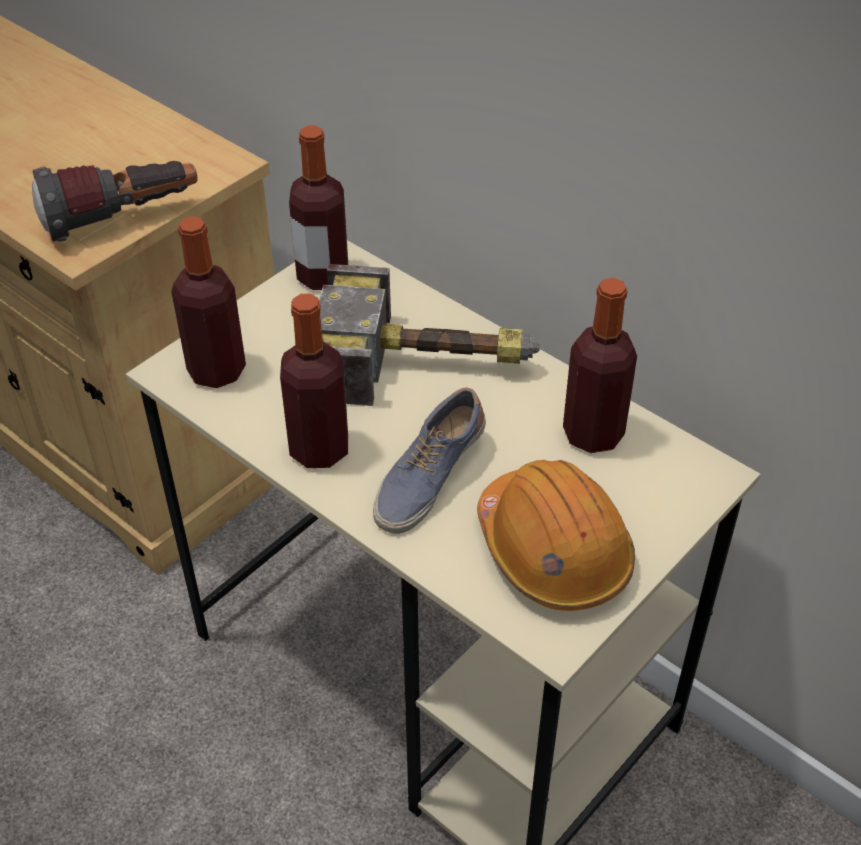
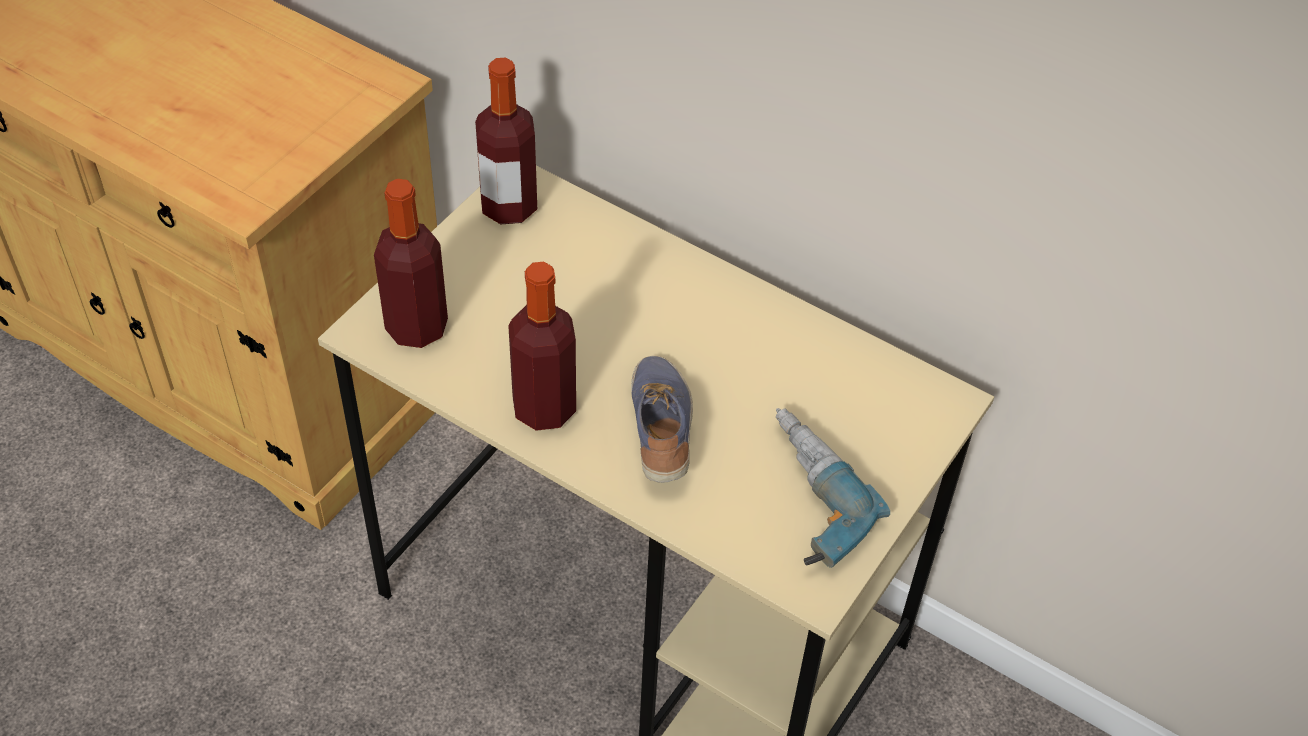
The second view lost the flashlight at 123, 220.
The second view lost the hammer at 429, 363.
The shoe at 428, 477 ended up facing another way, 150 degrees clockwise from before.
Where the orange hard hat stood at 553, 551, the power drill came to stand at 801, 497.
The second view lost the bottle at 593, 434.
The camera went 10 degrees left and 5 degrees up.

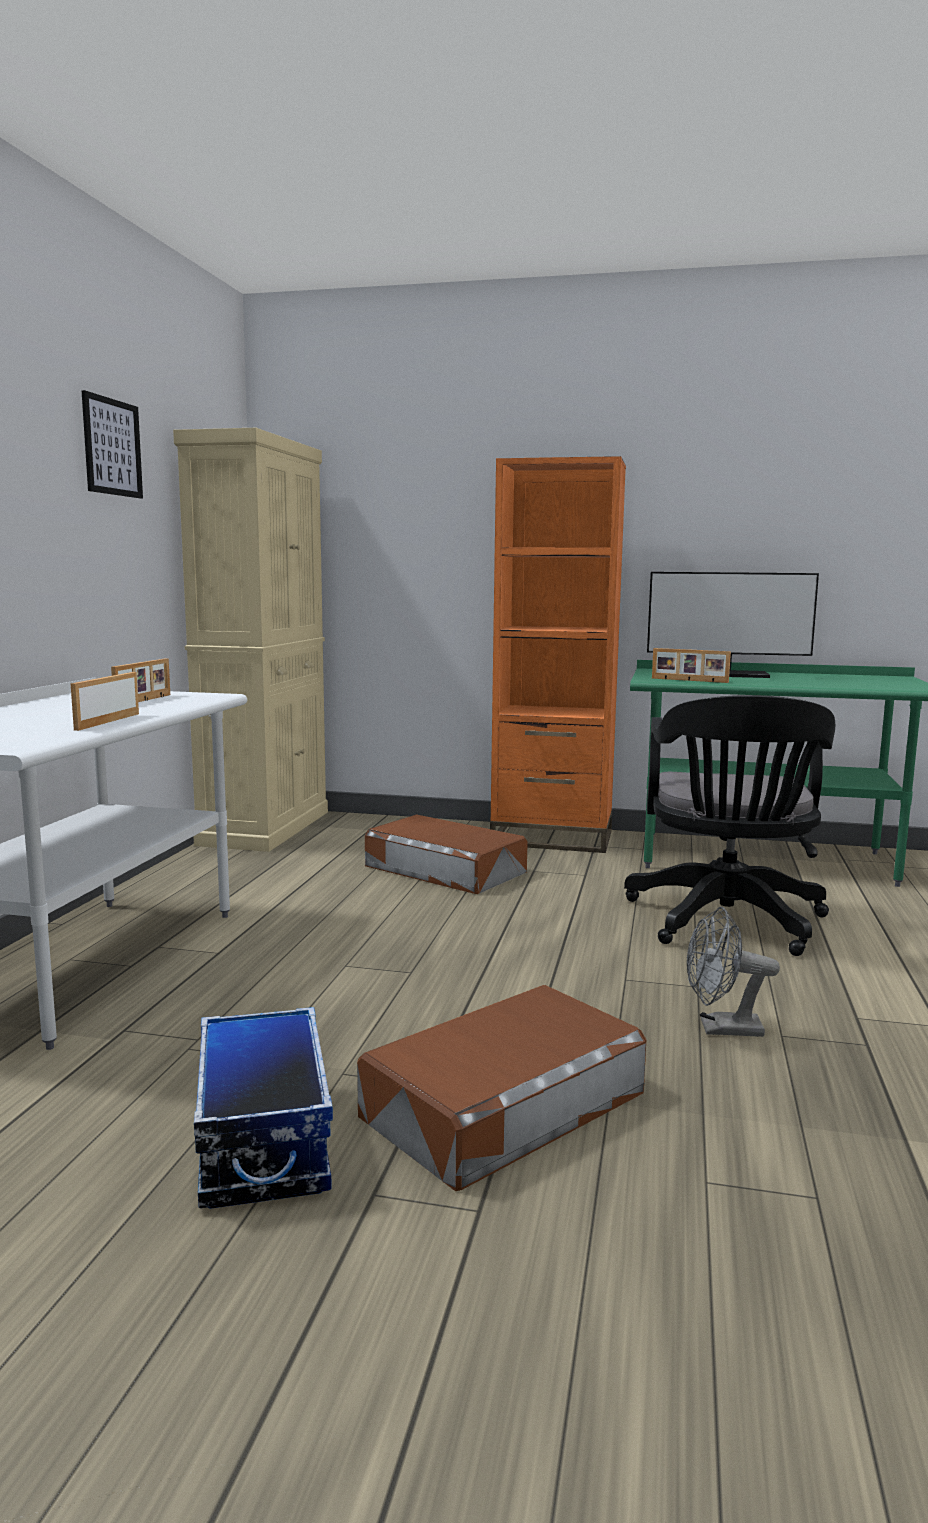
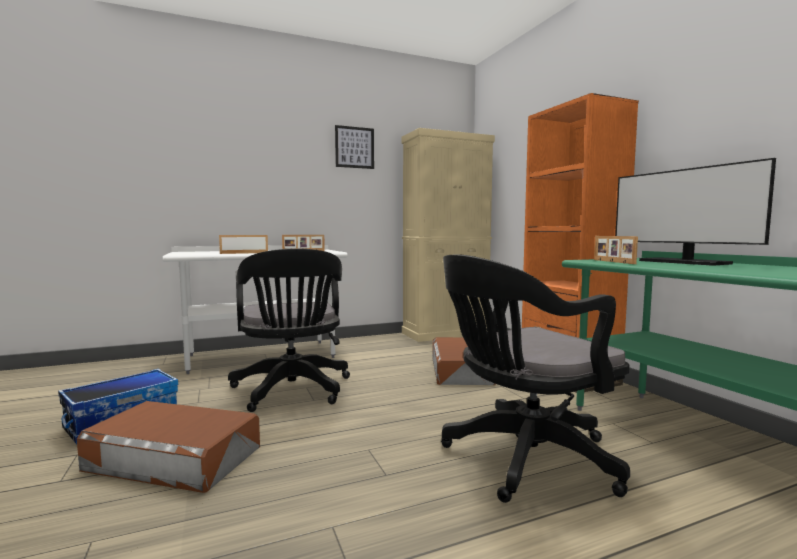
The second view lost the grey fan at 721, 1029.
The second view gained the black office chair at 292, 391.
The camera went 55 degrees right and 5 degrees down.

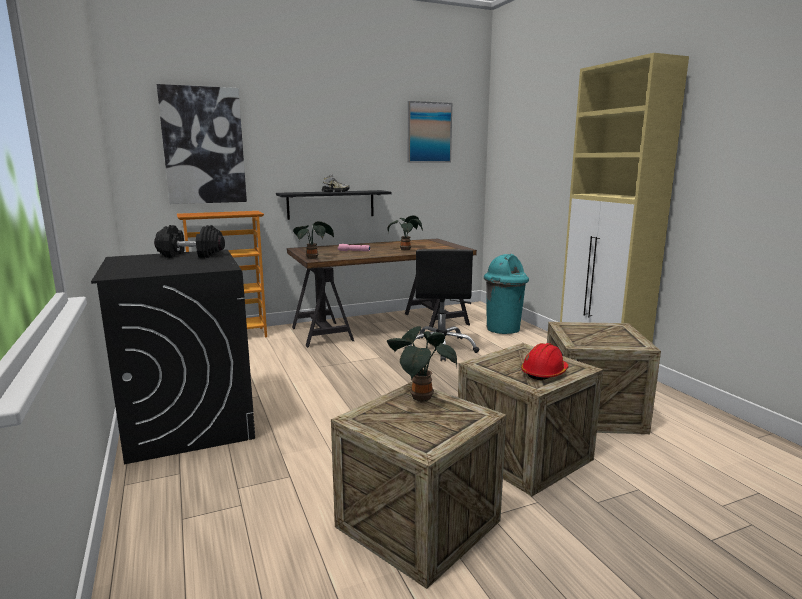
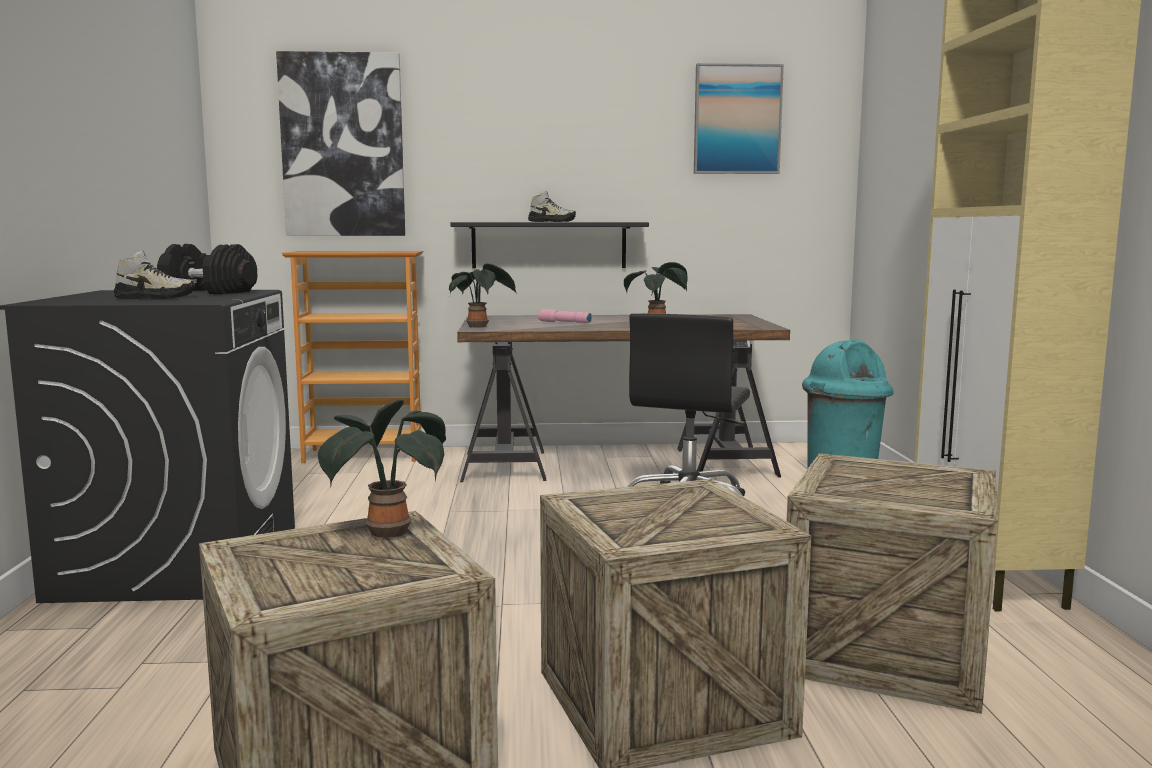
The second view lost the red hard hat at 544, 373.
The second view gained the shoe at 155, 298.
The camera went 20 degrees right and 5 degrees down.

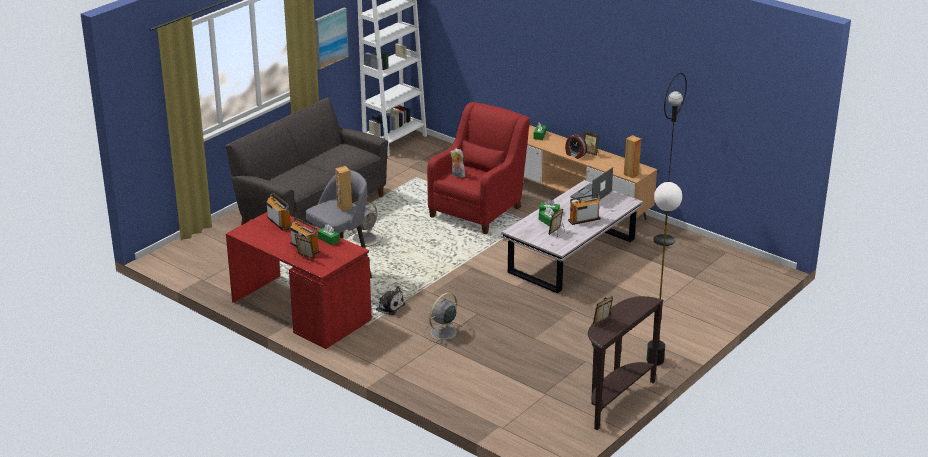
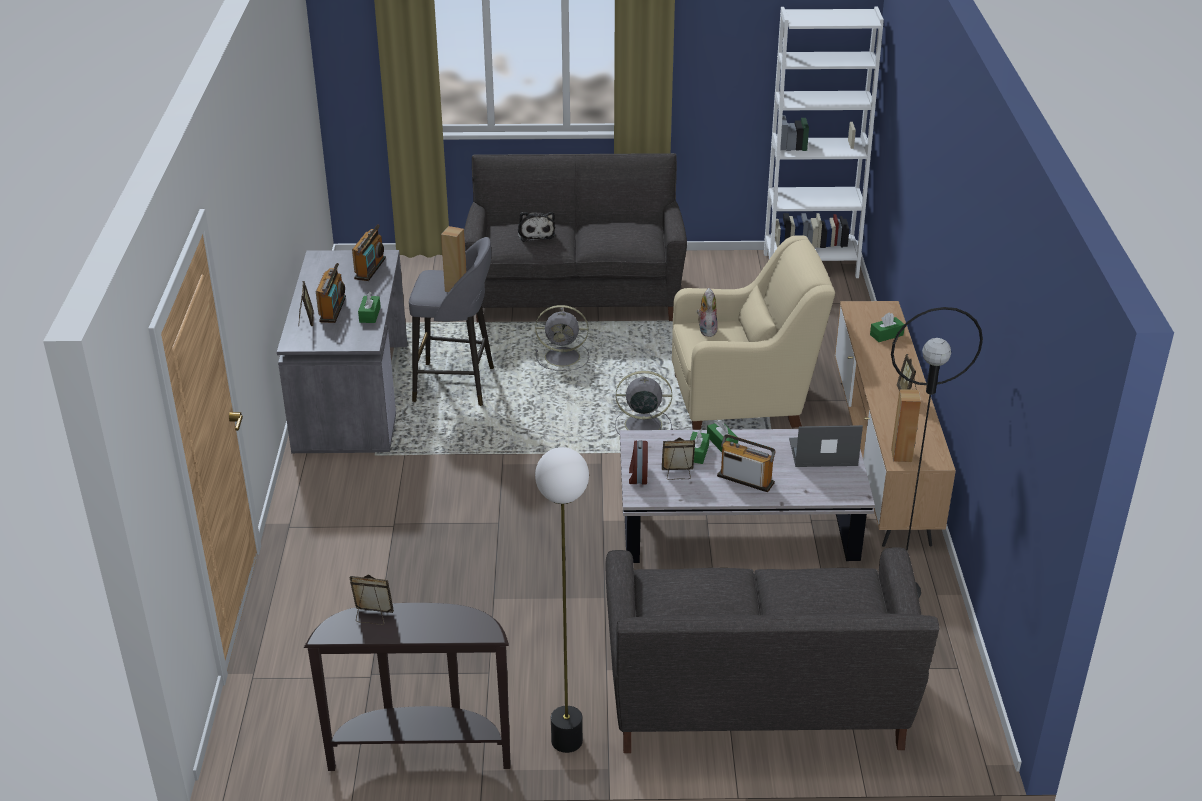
What was the red desk at 299, 311 turned into the grey desk at 351, 396.
The second view lost the picture at 330, 38.
The plush toy ended up elsewhere, having gone from 388, 306 to 535, 233.
The grey fan ended up elsewhere, having gone from 442, 333 to 641, 425.
What was the red armchair at 478, 209 turned into the beige armchair at 744, 399.
The alarm clock ended up elsewhere, having gone from 575, 155 to 638, 476.
The second view gained the grey sofa at 757, 701.
The camera went 50 degrees right and 5 degrees up.

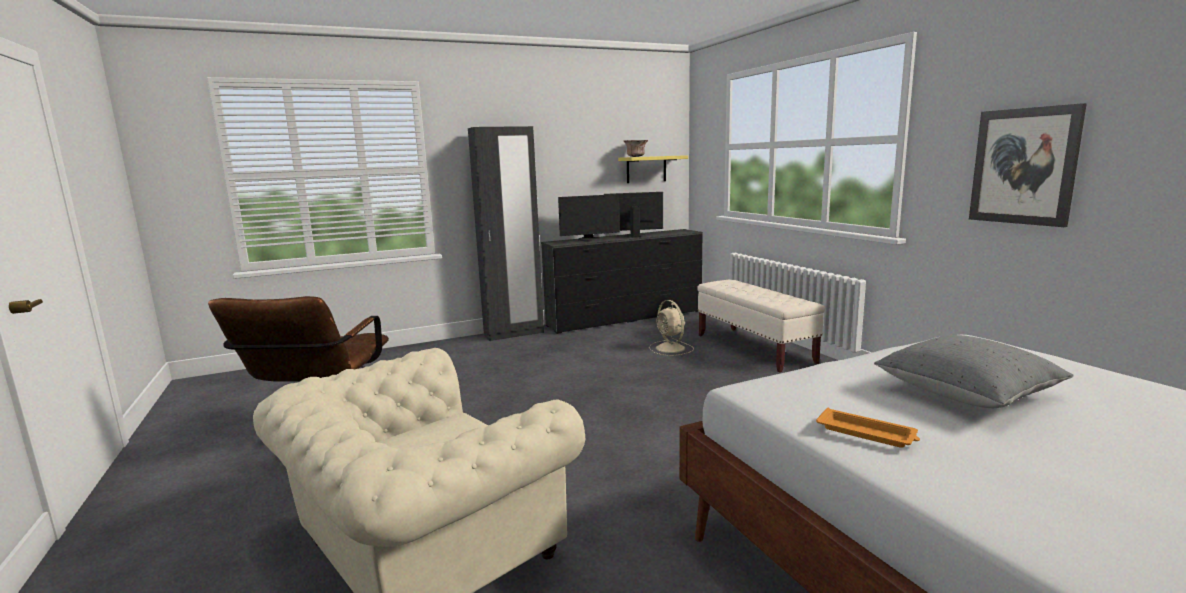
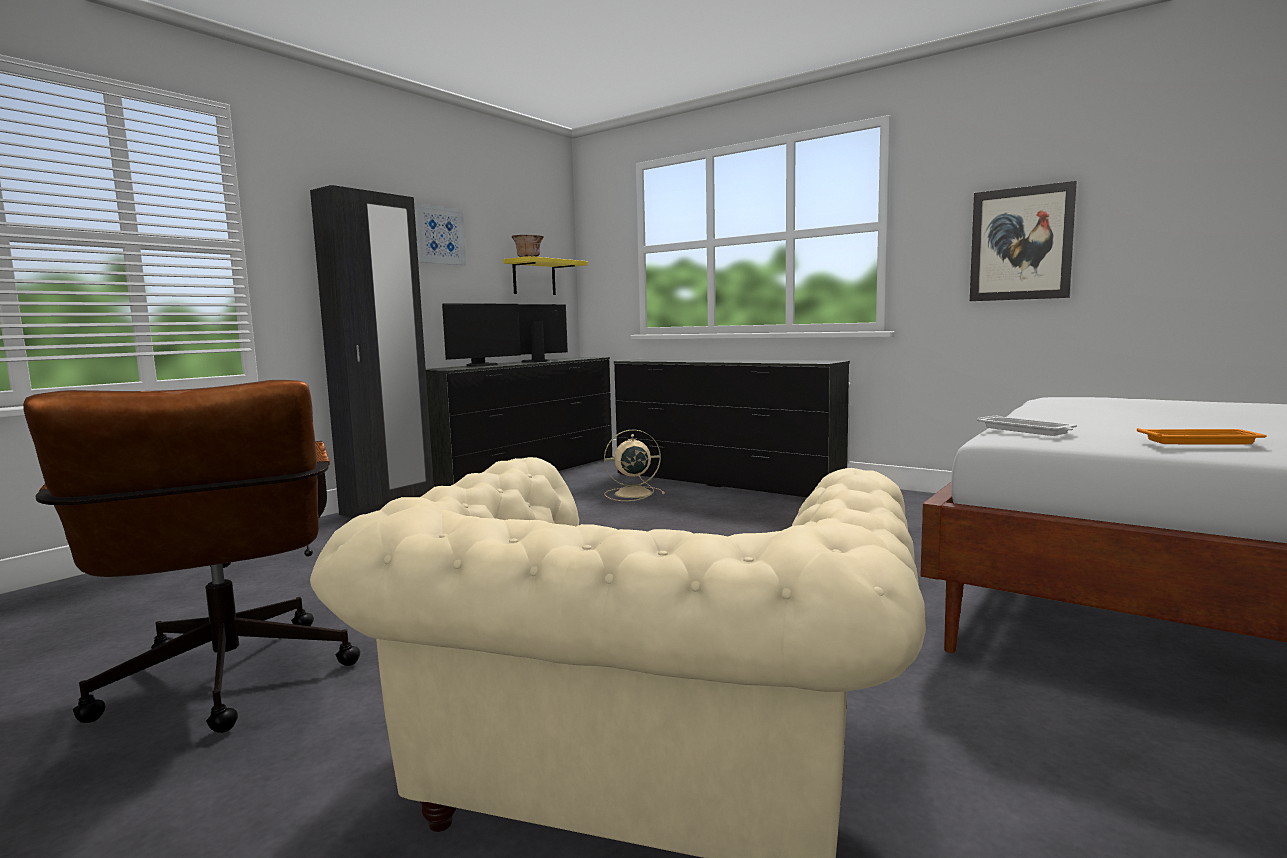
The beige fan at 671, 348 ended up facing another way, 135 degrees clockwise from before.
Where the beige bench stood at 754, 349, the black dresser came to stand at 724, 482.
The second view lost the grey pillow at 966, 395.
The second view gained the picture at 439, 235.
The second view gained the white tray at 1026, 430.
The camera went 30 degrees left and 5 degrees down.

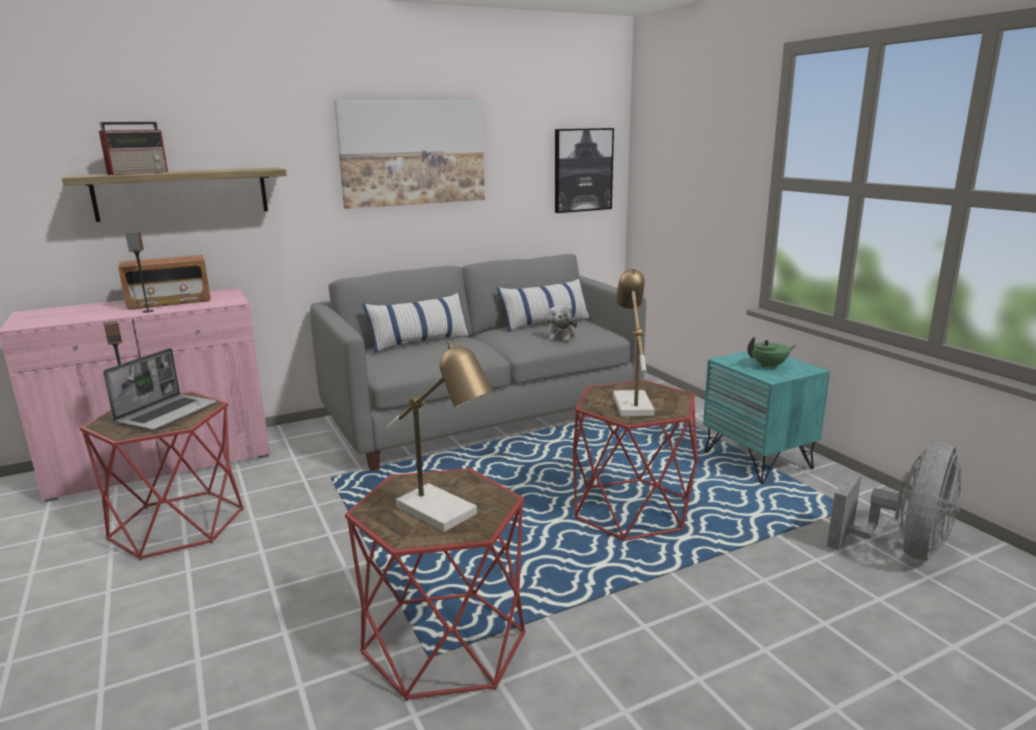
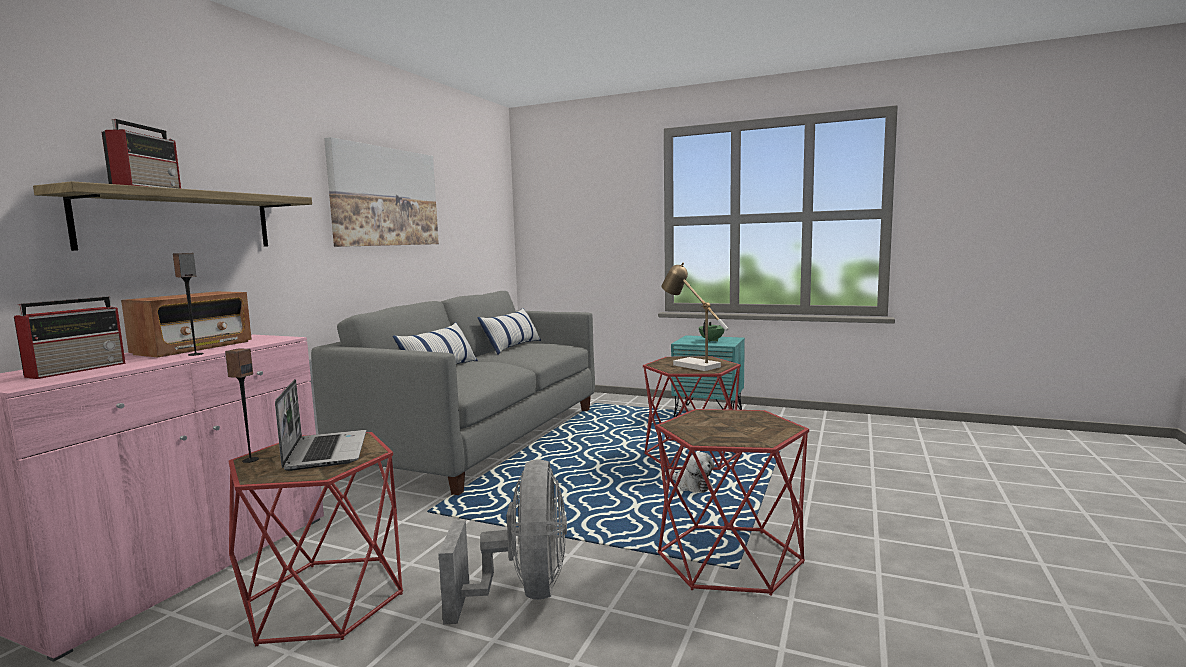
The second view lost the table lamp at 445, 513.
The plush toy ended up elsewhere, having gone from 559, 335 to 691, 486.
The second view lost the picture at 582, 170.
The grey fan ended up elsewhere, having gone from 902, 548 to 523, 592.
The second view gained the radio at 78, 369.
The camera went 40 degrees left and 10 degrees down.

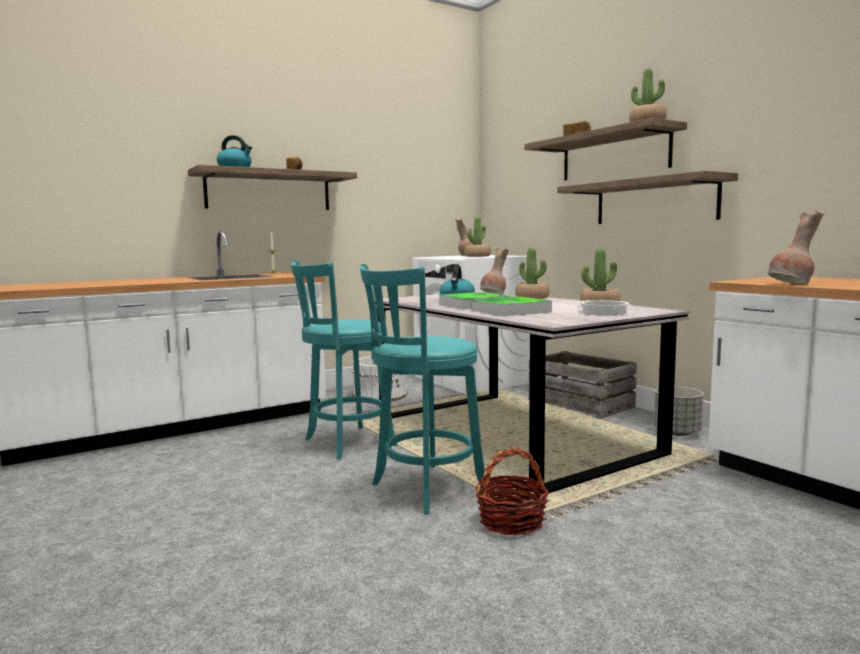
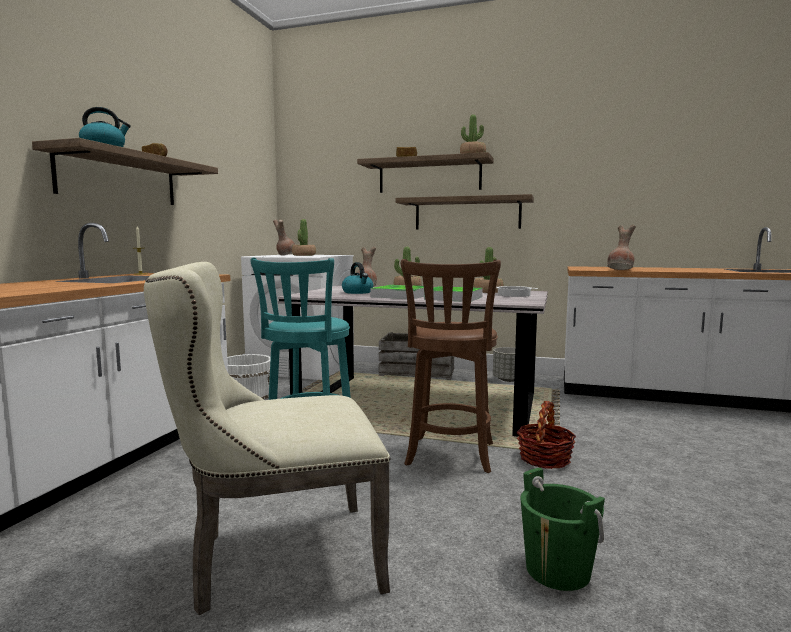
What was the turquoise stool at 424, 489 turned into the brown stool at 450, 456.
The second view gained the beige chair at 275, 560.
The second view gained the green bucket at 557, 570.
The camera went 40 degrees left and 0 degrees up.

